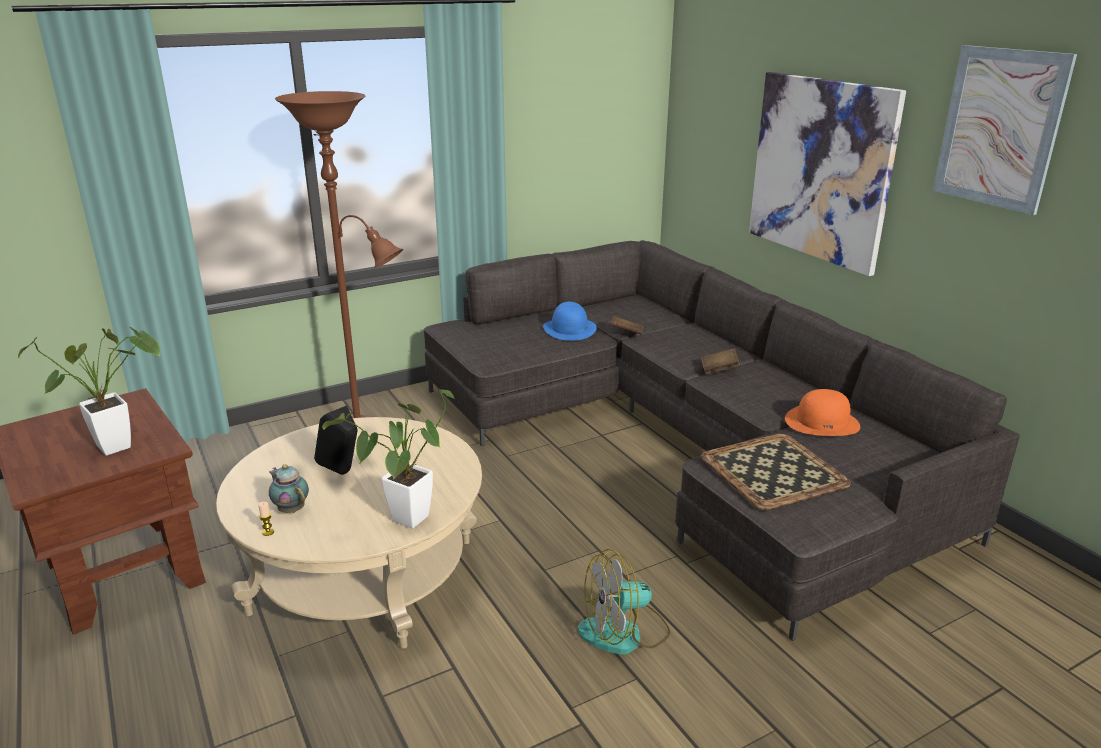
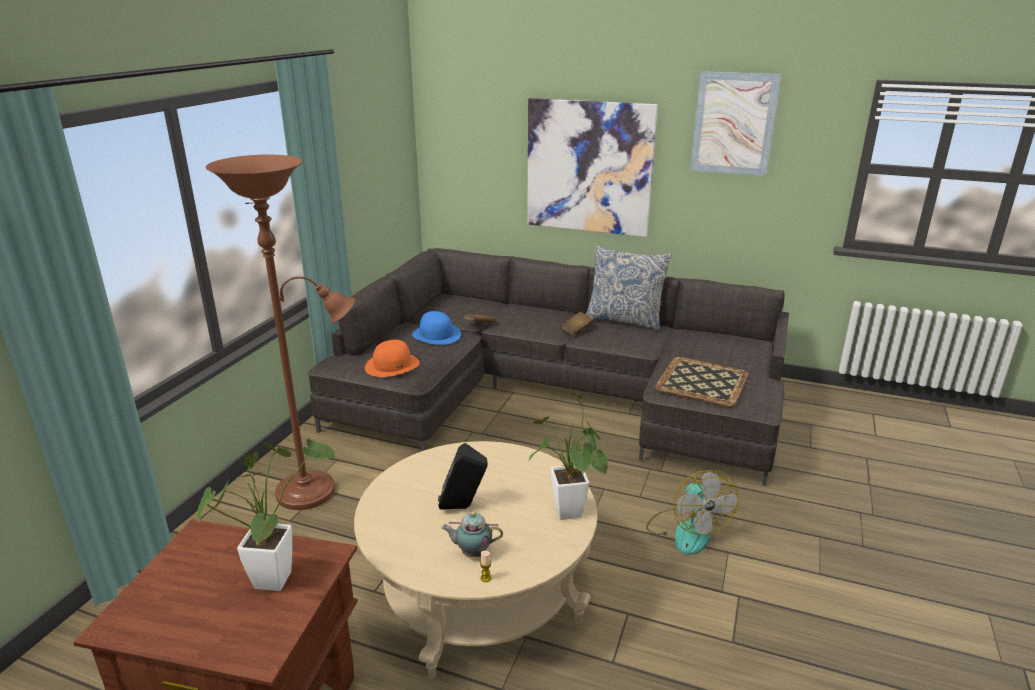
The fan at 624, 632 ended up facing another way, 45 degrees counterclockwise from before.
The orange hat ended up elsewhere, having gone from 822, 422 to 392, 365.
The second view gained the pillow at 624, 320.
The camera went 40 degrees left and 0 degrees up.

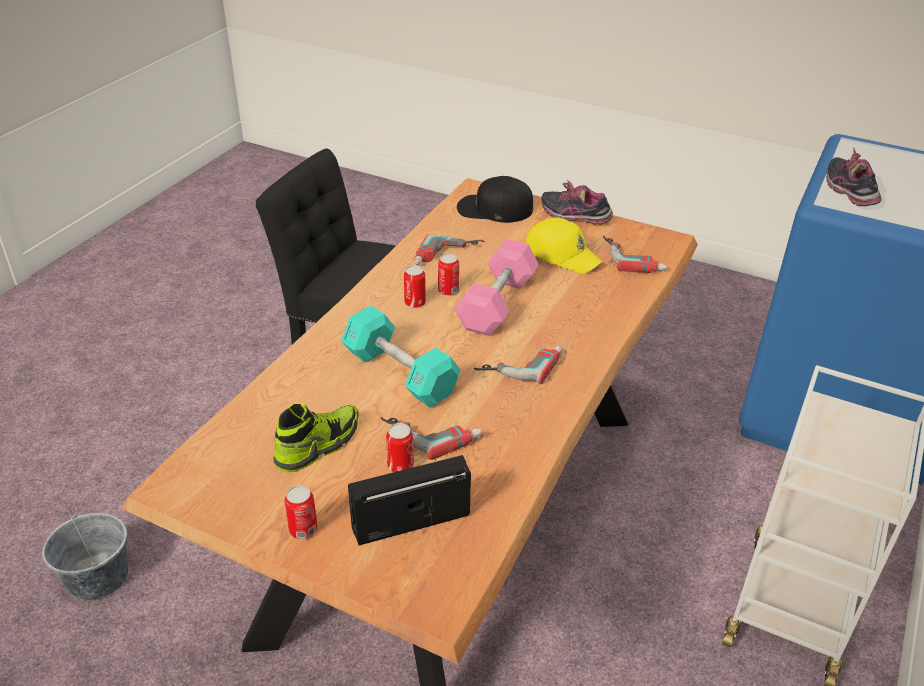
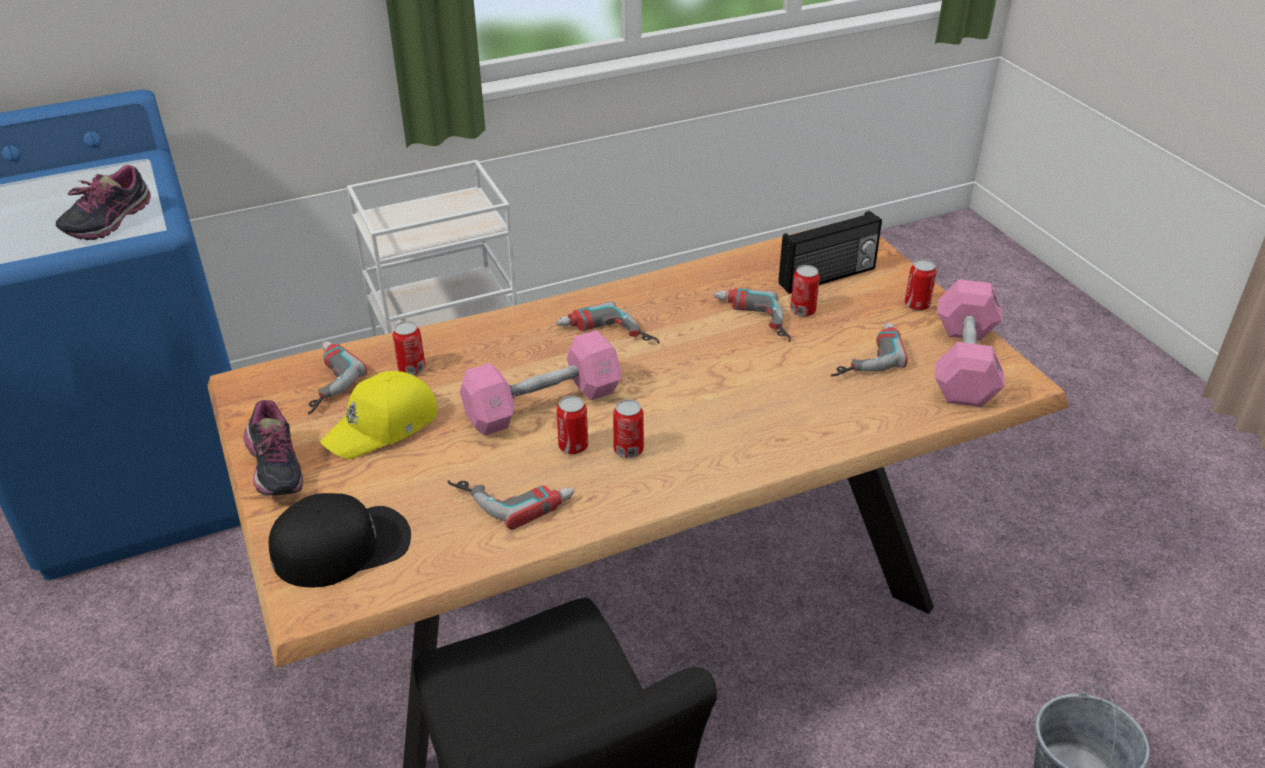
Where the shoe stood at 317, 445, the power drill came to stand at 862, 355.
The second view lost the turquoise dumbbell at 400, 373.
The radio at 410, 520 ended up facing another way, 45 degrees counterclockwise from before.
The black cap at 494, 208 ended up facing another way, 75 degrees counterclockwise from before.
The yellow cap at 562, 254 ended up facing another way, 120 degrees counterclockwise from before.
The second view gained the can at 412, 369.
The second view gained the pink dumbbell at 964, 363.
The camera went 140 degrees left and 0 degrees up.

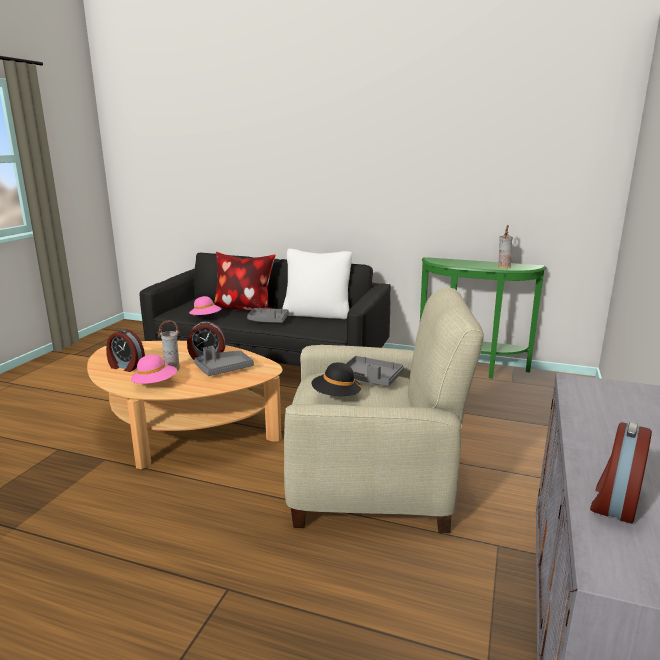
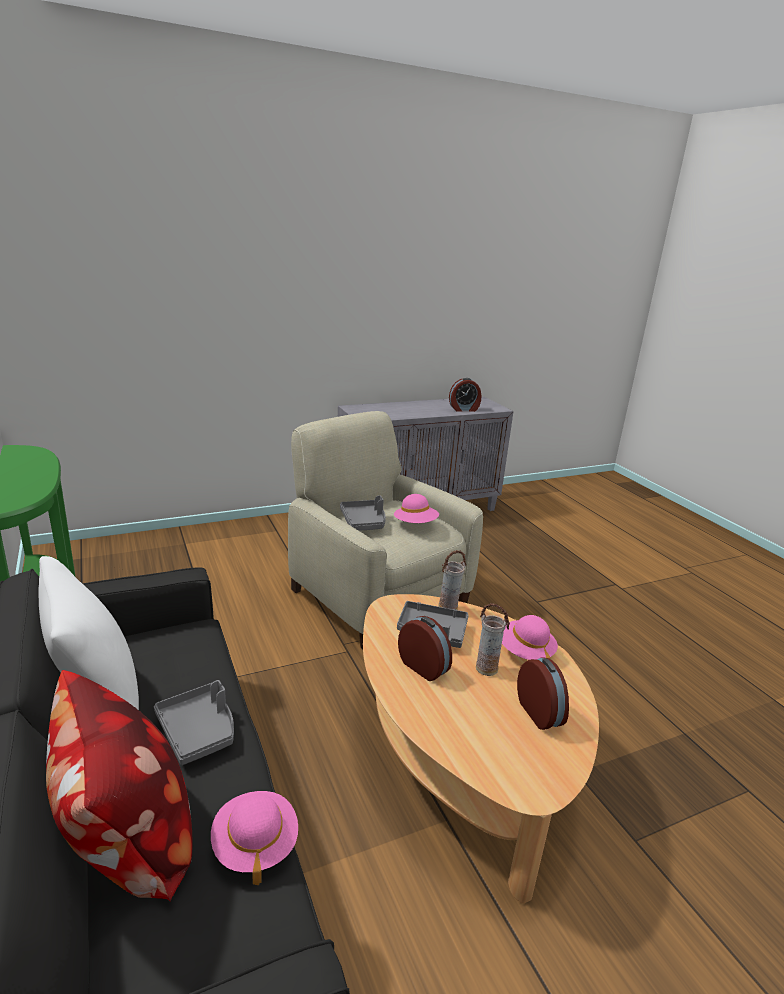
What was the black hat at 336, 396 turned into the pink hat at 415, 524.
The vase ended up elsewhere, having gone from 503, 267 to 448, 608.
The camera went 135 degrees left and 5 degrees up.

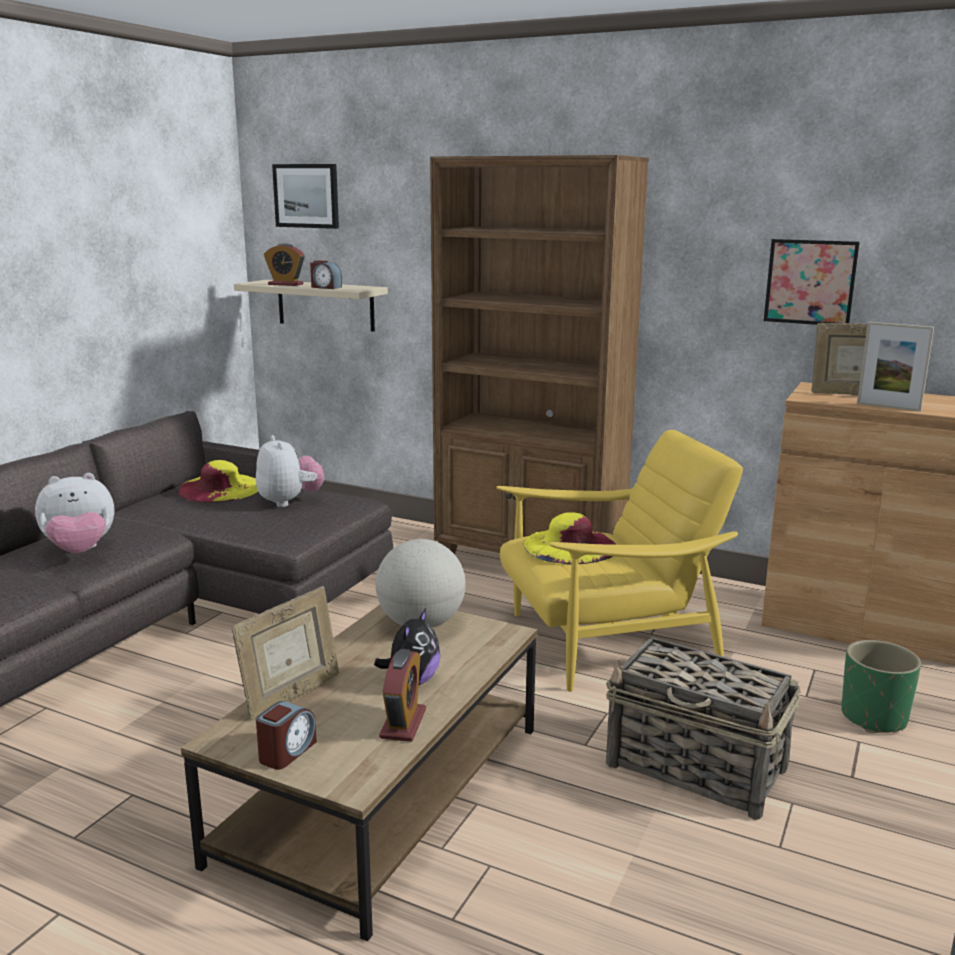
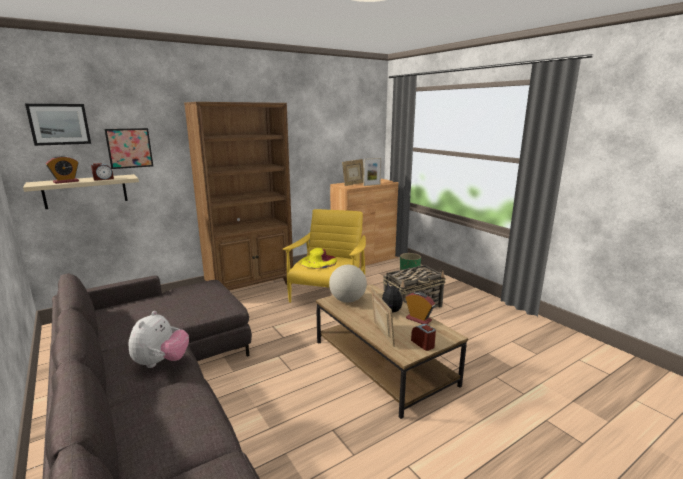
The second view lost the yellow hat at 220, 489.
The second view lost the plush toy at 289, 502.
The picture ended up elsewhere, having gone from 810, 282 to 129, 148.
The camera went 60 degrees left and 0 degrees up.

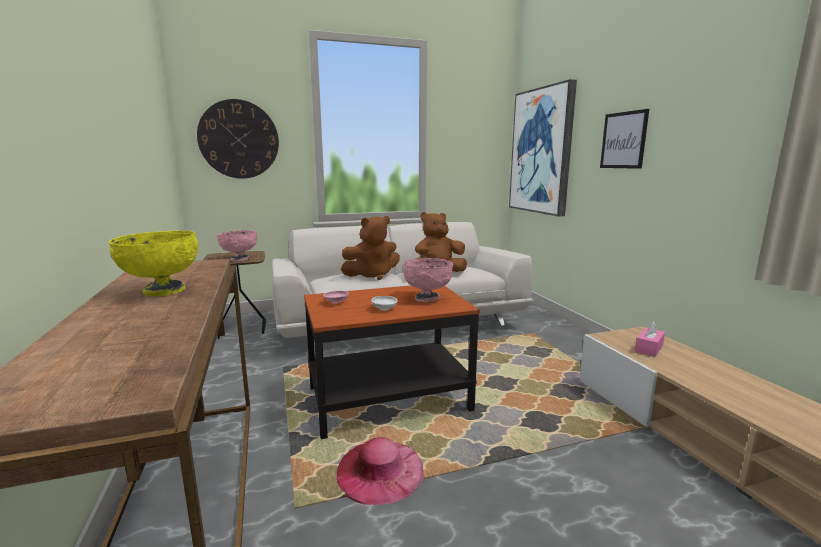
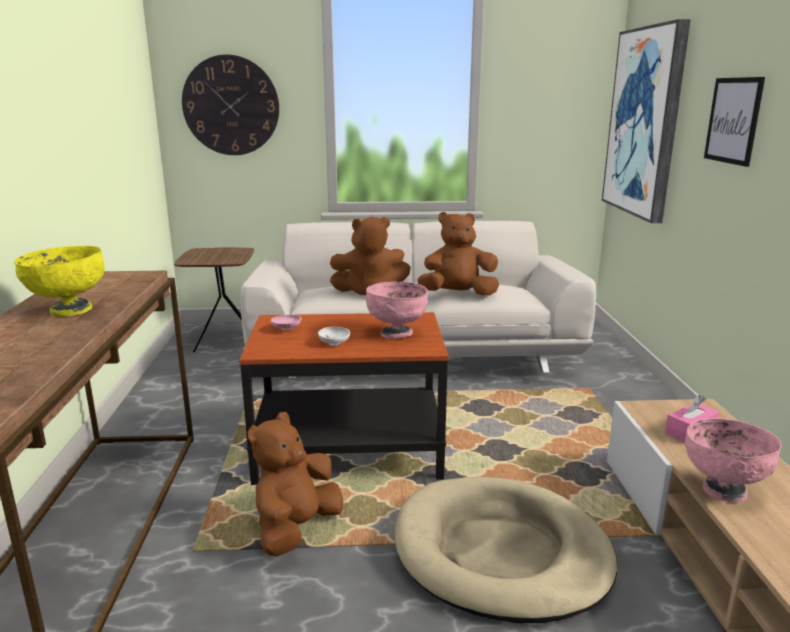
The pink bowl ended up elsewhere, having gone from 239, 259 to 723, 490.
Where the pink hat stood at 379, 470, the brown plush toy came to stand at 296, 529.
The second view gained the beige dog bed at 501, 553.
The camera went 15 degrees right and 5 degrees up.

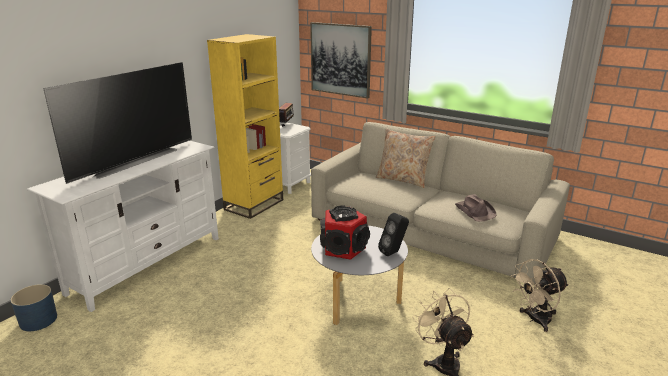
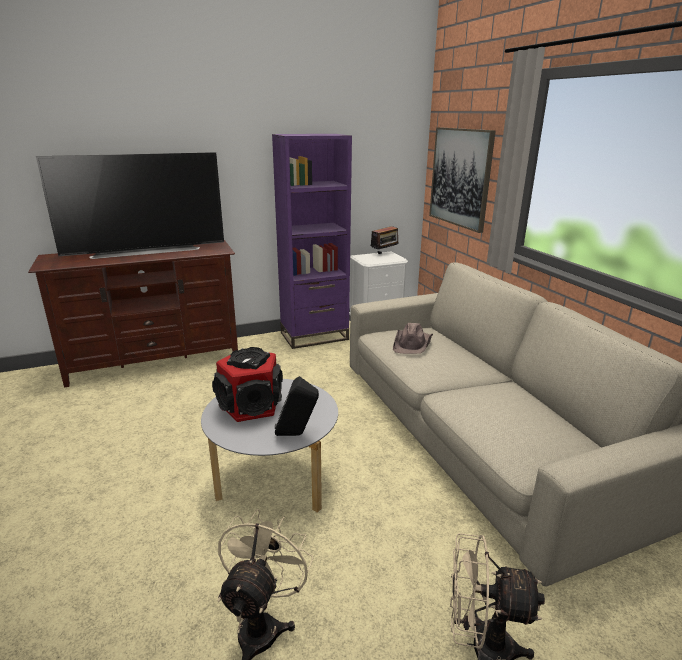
The second view lost the blue planter at 38, 320.
What was the white tv stand at 147, 264 turned into the brown tv stand at 155, 361.
What was the yellow bookcase at 254, 205 turned into the purple bookcase at 314, 336.
The second view lost the beige pillow at 403, 180.
The brown hat ended up elsewhere, having gone from 475, 211 to 412, 343.
The camera went 35 degrees right and 0 degrees up.

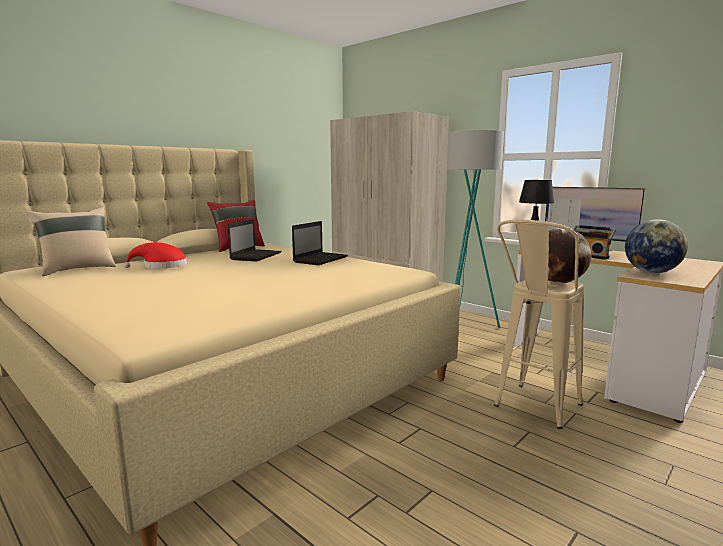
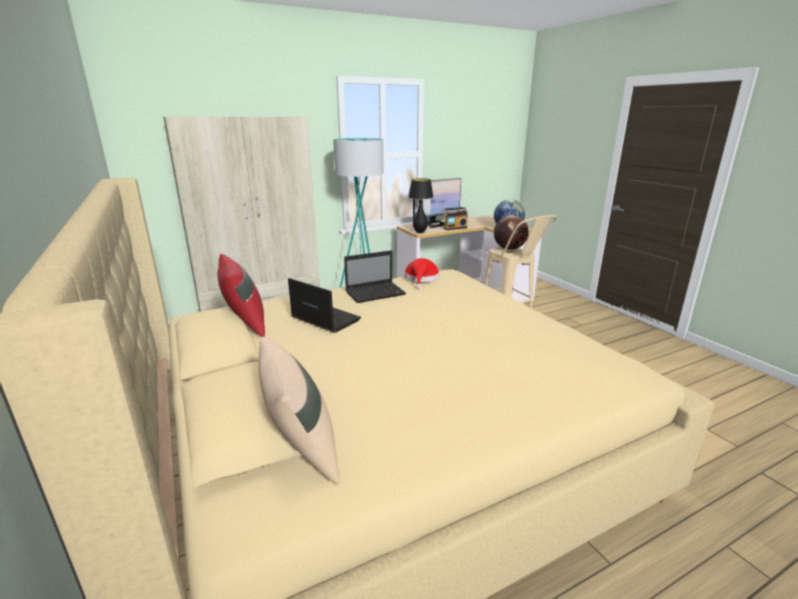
The red hat ended up elsewhere, having gone from 161, 266 to 421, 279.
The laptop at 321, 259 ended up facing another way, 105 degrees clockwise from before.
The camera went 70 degrees left and 10 degrees up.

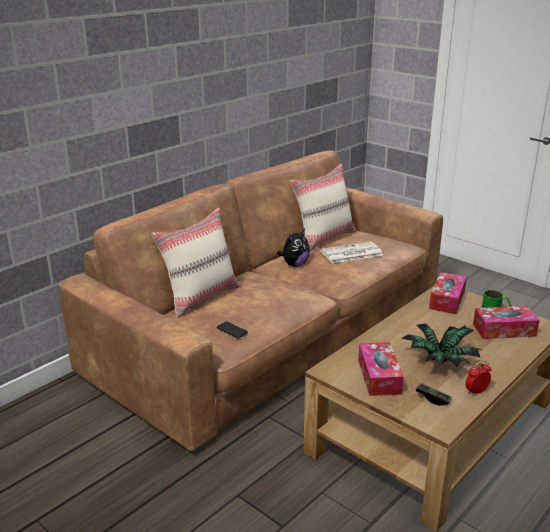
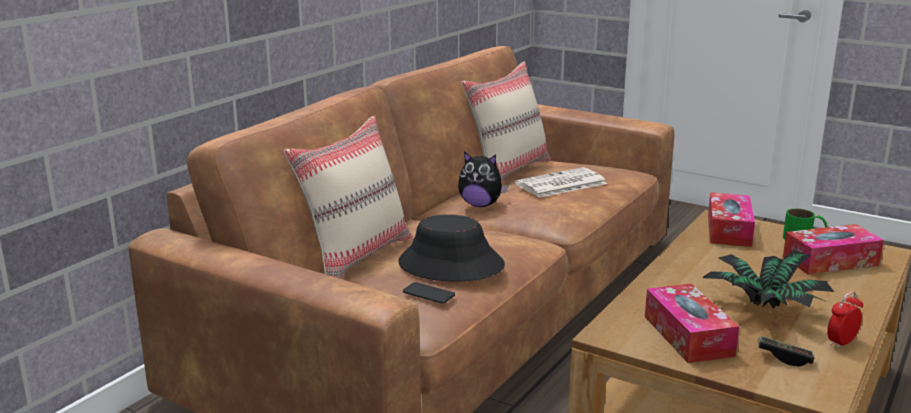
The plush toy at 294, 264 ended up facing another way, 75 degrees clockwise from before.
The second view gained the black hat at 450, 265.
The camera went 10 degrees left and 5 degrees down.

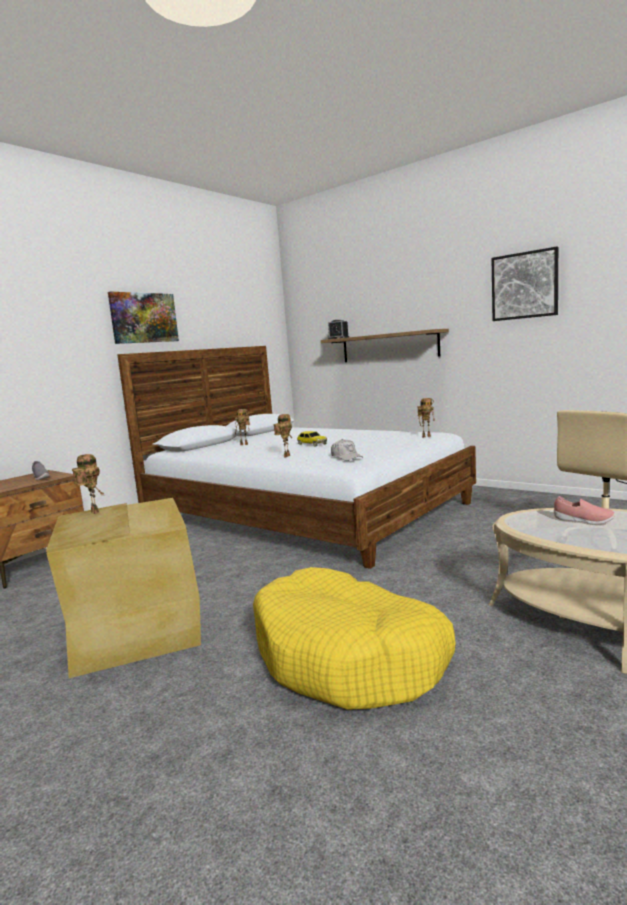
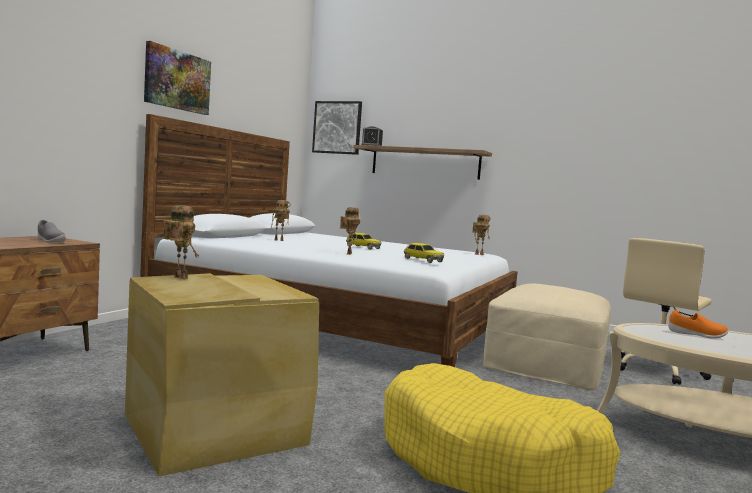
Where the white cap stood at 346, 457, the toy car came to stand at 422, 260.
The picture ended up elsewhere, having gone from 524, 285 to 337, 127.
What was the pink shoe at 583, 521 turned into the orange shoe at 697, 335.
The second view gained the beige ottoman at 546, 362.
The camera went 15 degrees left and 5 degrees down.

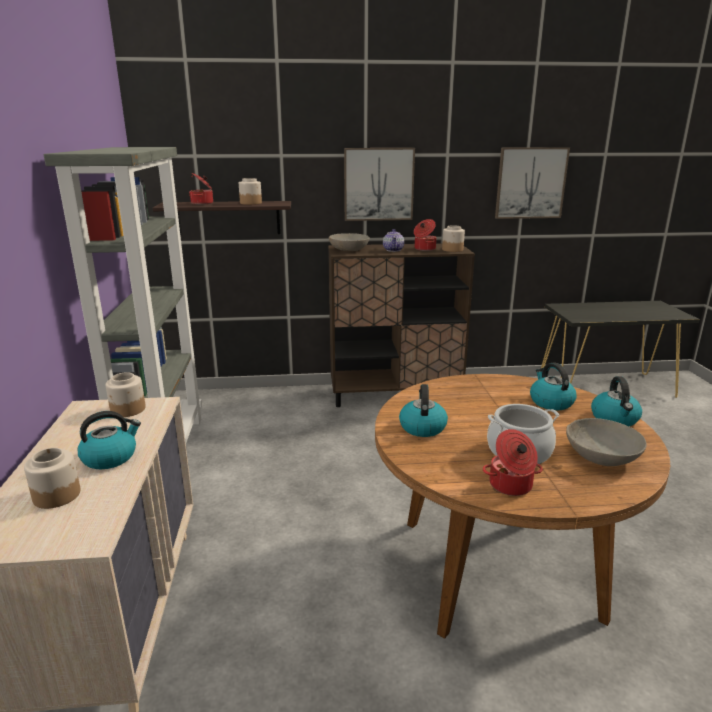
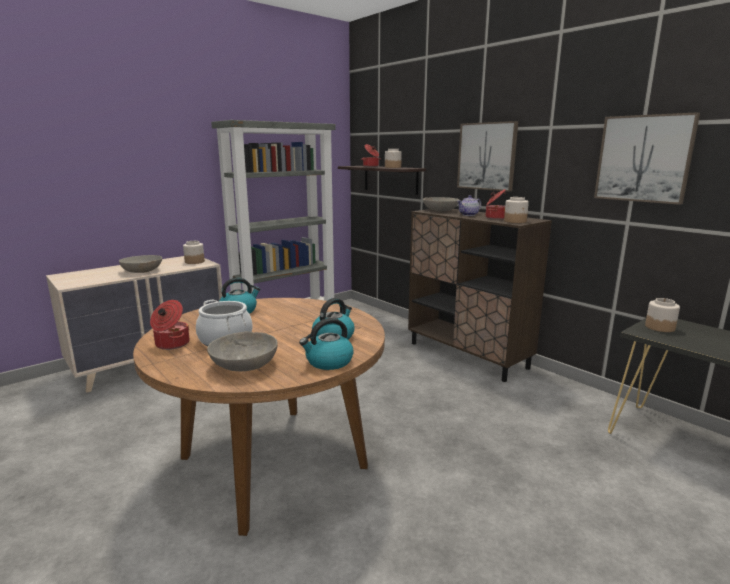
The jar ended up elsewhere, having gone from 57, 495 to 659, 327.
Where the kettle stood at 110, 457, the grey bowl came to stand at 142, 271.
The camera went 55 degrees right and 5 degrees down.

